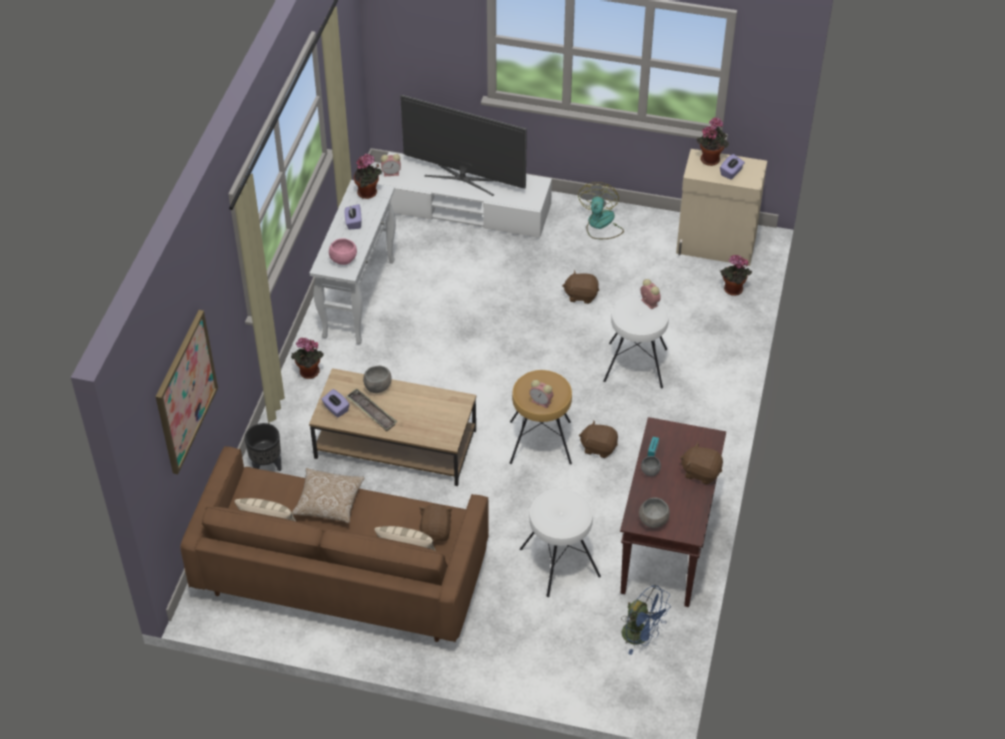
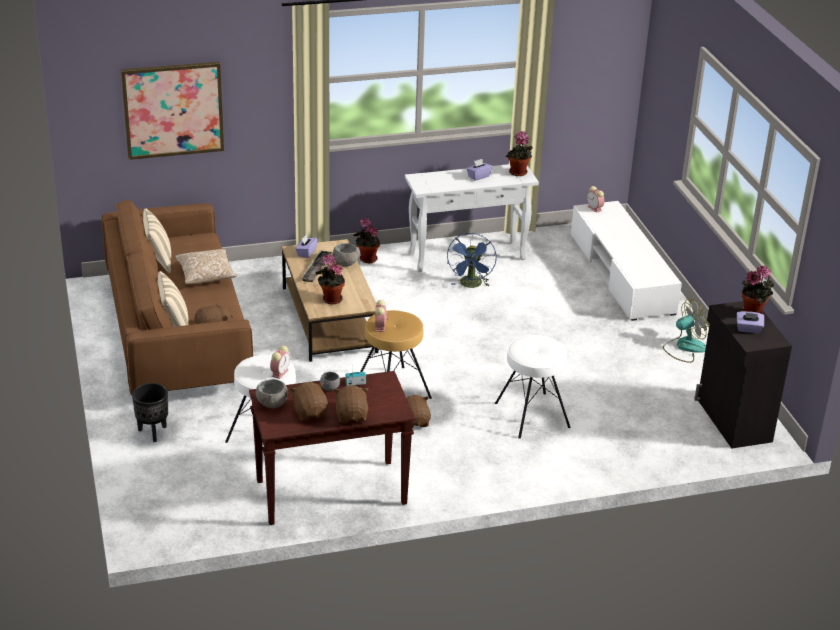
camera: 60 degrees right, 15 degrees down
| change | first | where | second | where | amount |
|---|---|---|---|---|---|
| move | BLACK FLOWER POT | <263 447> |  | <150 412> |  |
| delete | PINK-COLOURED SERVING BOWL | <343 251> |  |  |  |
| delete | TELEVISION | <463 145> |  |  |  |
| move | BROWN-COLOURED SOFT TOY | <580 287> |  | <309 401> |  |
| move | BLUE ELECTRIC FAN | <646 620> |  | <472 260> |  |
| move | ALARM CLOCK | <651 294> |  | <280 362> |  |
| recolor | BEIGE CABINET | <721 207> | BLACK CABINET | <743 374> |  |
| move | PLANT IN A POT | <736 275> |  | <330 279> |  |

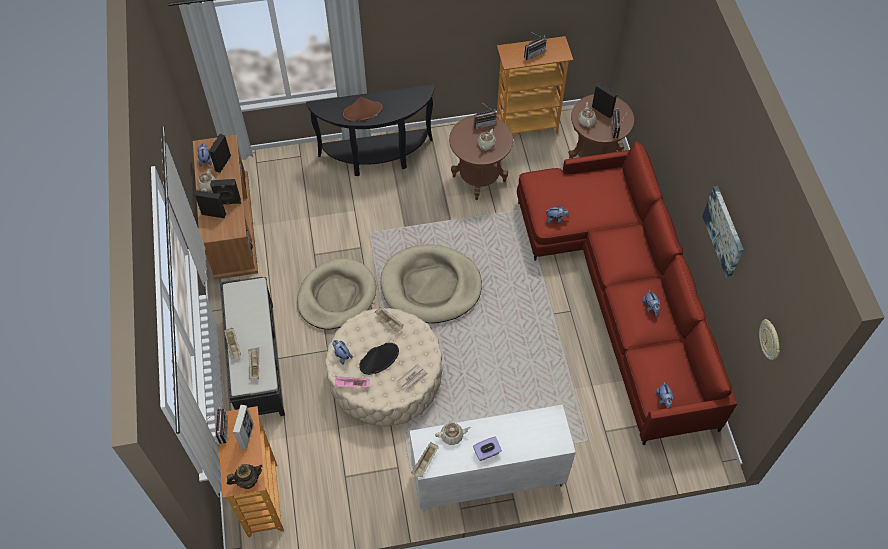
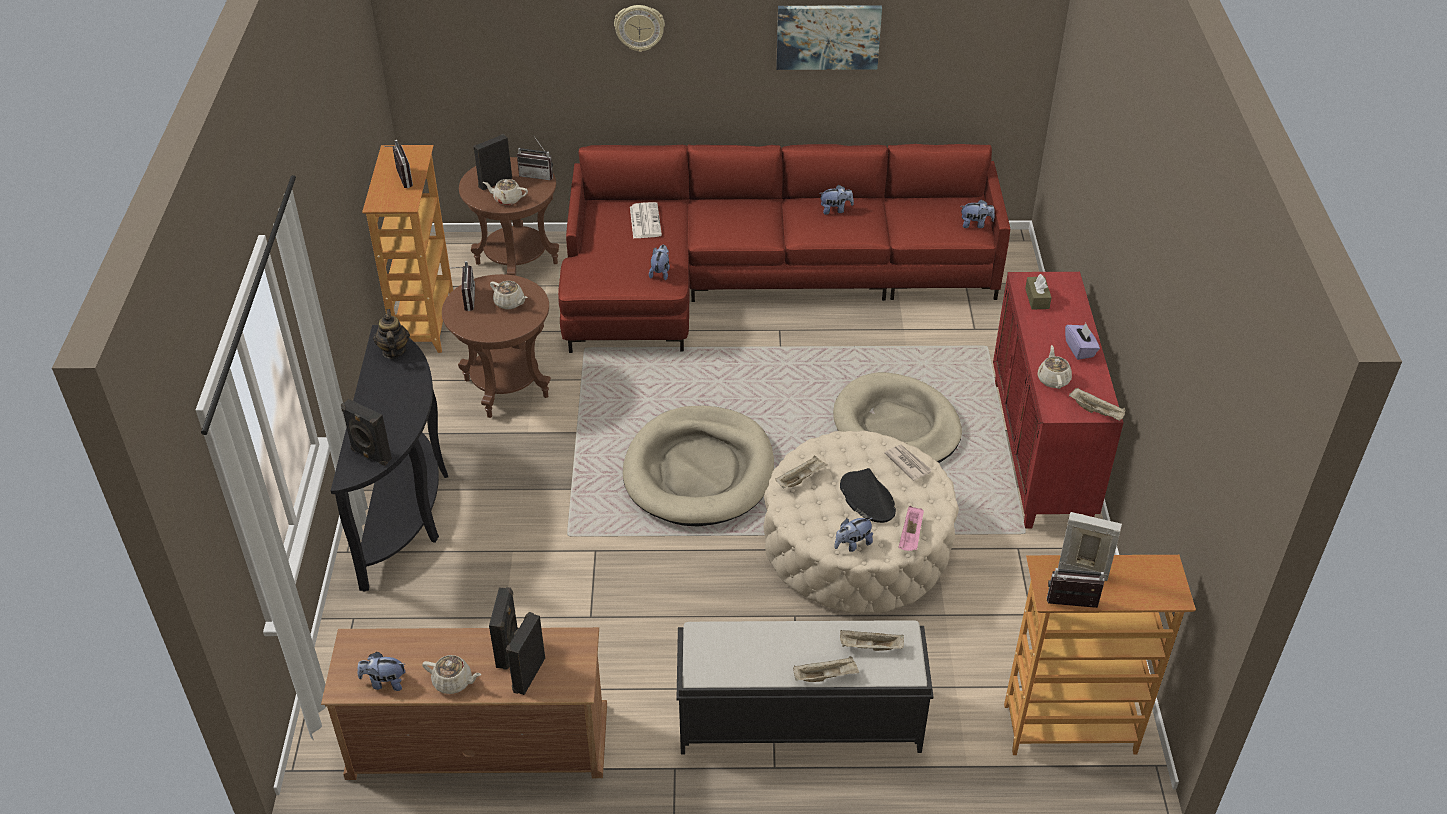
camera: 80 degrees left, 15 degrees down
| change | first | where | second | where | amount |
|---|---|---|---|---|---|
| move | BLACK SPEAKER | <219 153> |  | <366 432> |  |
| move | TEA POT | <245 476> |  | <391 333> |  |
| move | BEIGE PET BED | <336 293> |  | <897 417> |  |
| delete | BROWN-COLOURED WEARABLE HAT | <363 109> |  |  |  |
| recolor | WHITE-COLOURED CABINET | <492 458> | REDDISH CABINET | <1058 400> |  |
| move | HANGING CLOCK | <769 339> |  | <639 28> |  |
| insert |  |  | DAILY PAPER | <646 220> |  |
| insert |  |  | BROWN-COLOURED TISSUE HOLDER | <1038 291> |  |

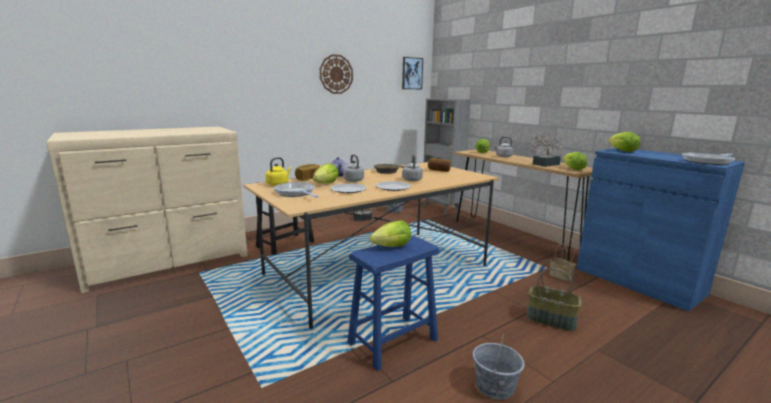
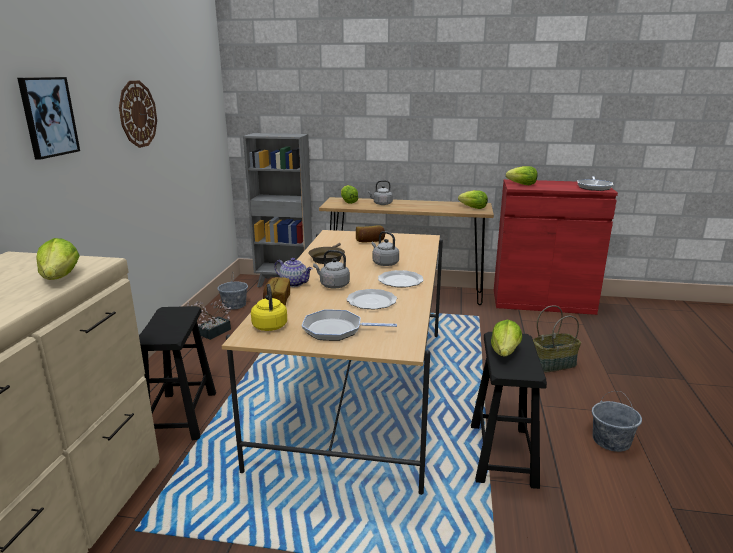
camera: 45 degrees left, 5 degrees up
| change | first | where | second | where | amount |
|---|---|---|---|---|---|
| move | HEAD OF LETTUCE | <326 173> |  | <58 259> |  |
| recolor | BLUE STOOL SEAT | <393 303> | BLACK STOOL SEAT | <509 410> |  |
| move | PICTURE | <412 73> |  | <48 118> |  |
| delete | PLANT IN A POT | <546 150> |  |  |  |
| delete | STORAGE BASKET | <562 260> |  |  |  |
| recolor | BLUE CABINET | <660 230> | REDDISH CABINET | <556 247> |  |

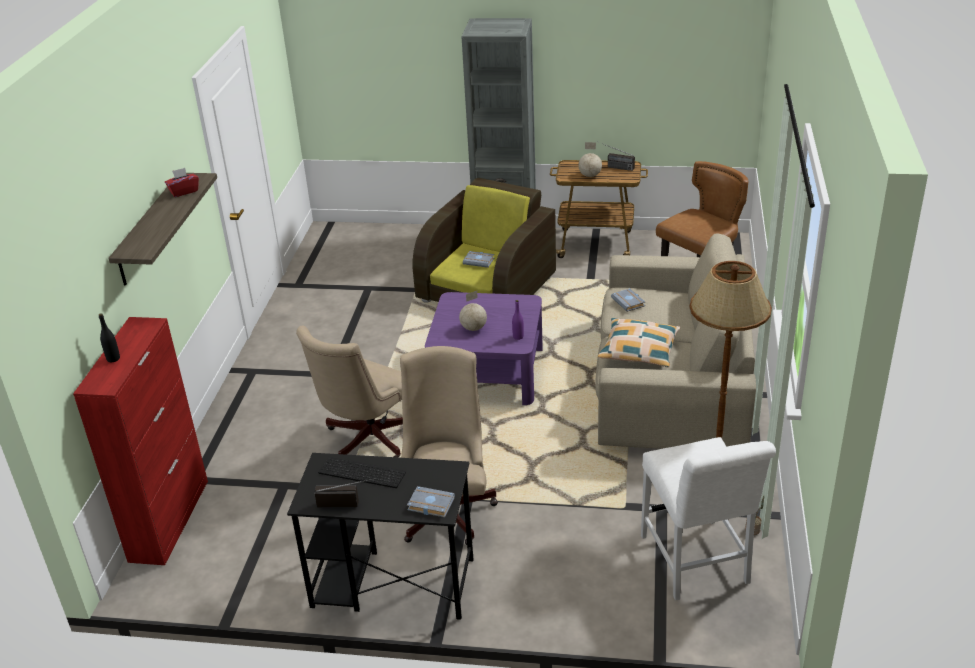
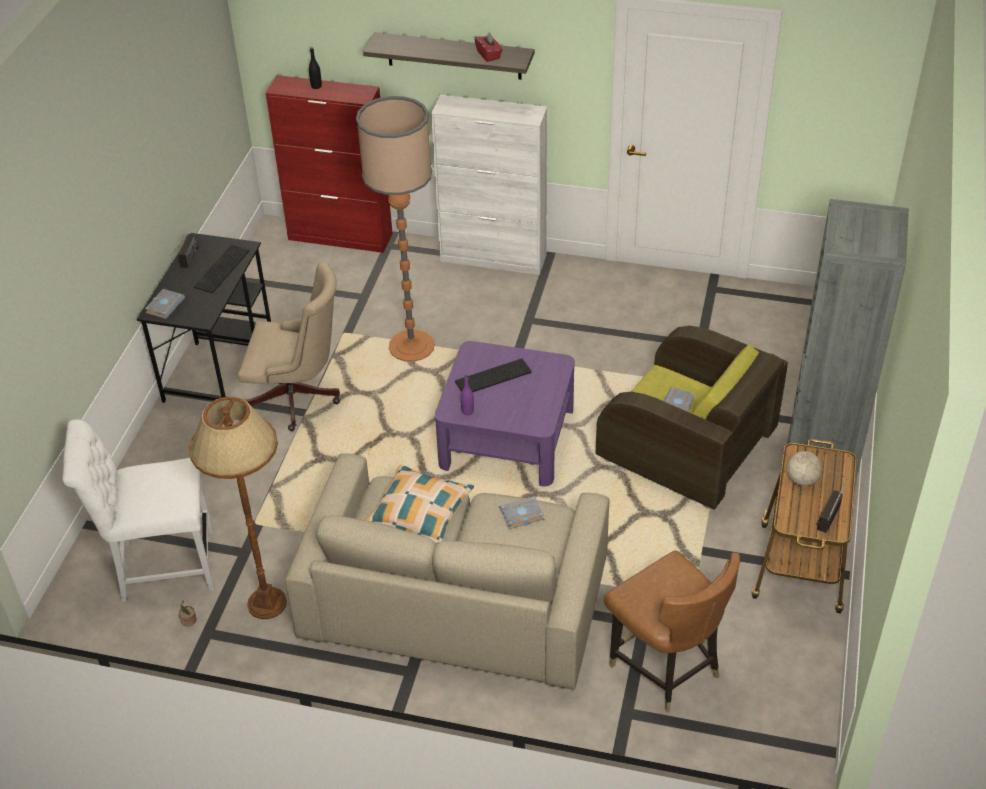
camera: 95 degrees right, 10 degrees up
| change | first | where | second | where | amount |
|---|---|---|---|---|---|
| replace | BEIGE COMPUTER CHAIR | <349 392> | FLOOR LAMP | <395 229> |  |
| replace | WORLD GLOBE | <473 311> | COMPUTER KEYBOARD | <493 375> |  |
| insert |  |  | WHITE-COLOURED CABINET | <489 185> |  |

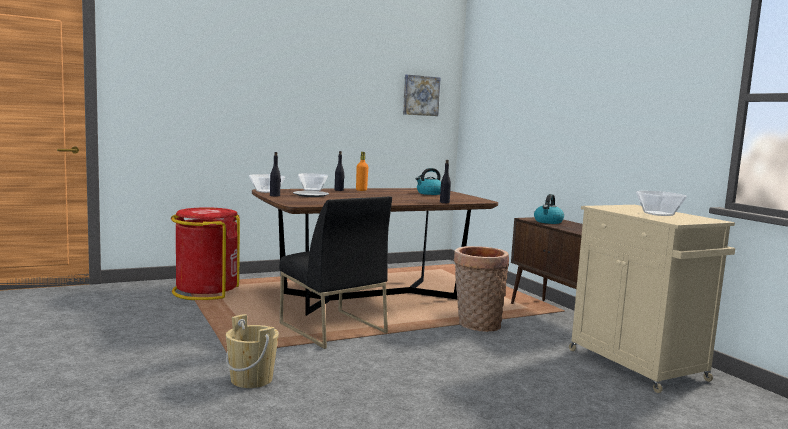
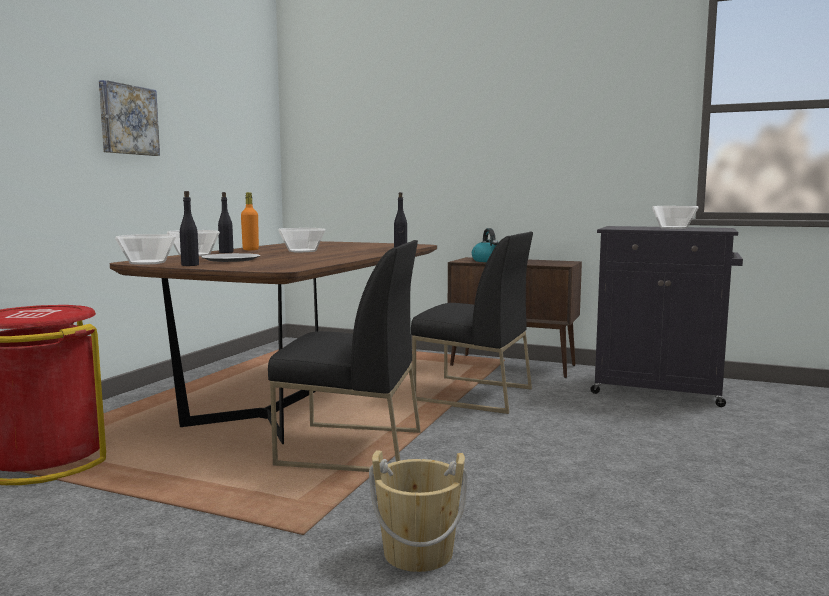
camera: 40 degrees left, 0 degrees up
| change | first | where | second | where | amount |
|---|---|---|---|---|---|
| move | PICTURE | <422 95> |  | <129 118> |  |
| delete | KETTLE | <428 181> |  |  |  |
| replace | STORAGE BASKET | <481 289> | BLACK UPRIGHT CHAIR | <472 323> |  |
| recolor | BEIGE CABINET | <652 299> | BLACK CABINET | <666 316> |  |
| insert |  |  | SERVING BOWL | <301 240> |  |

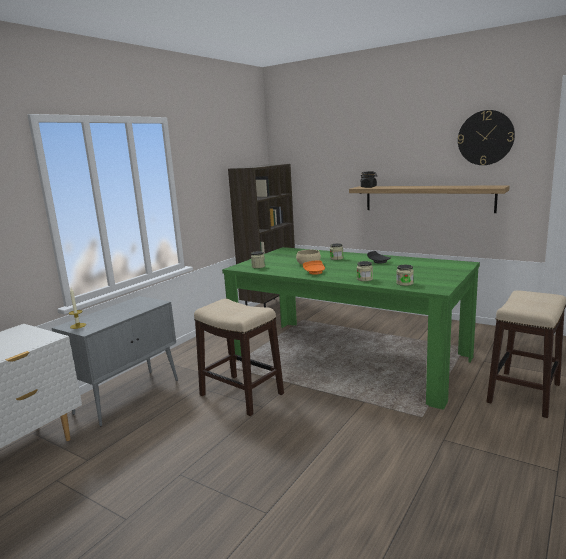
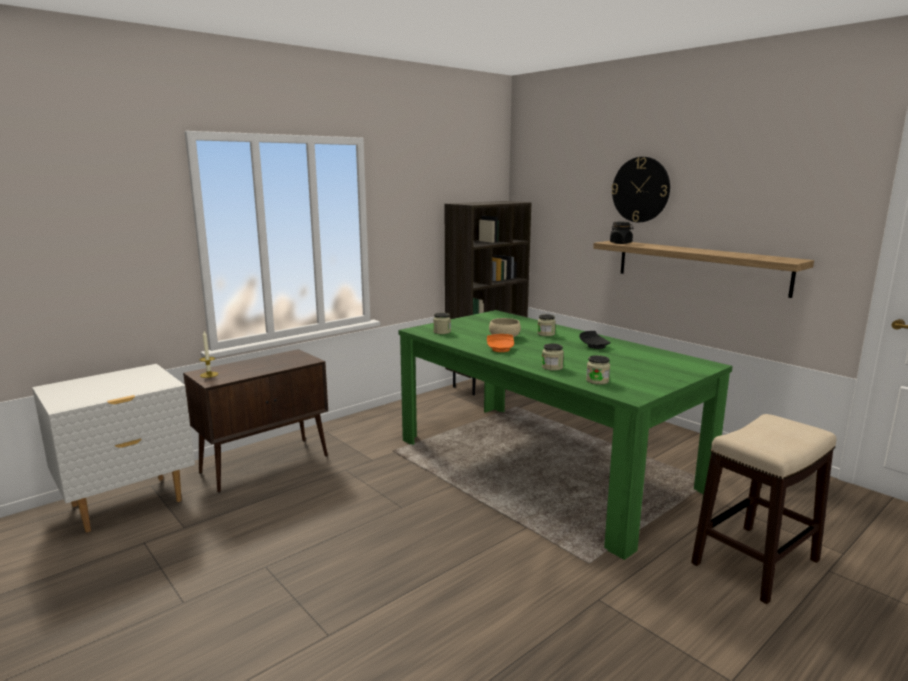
camera: 15 degrees right, 0 degrees up
| change | first | where | second | where | amount |
|---|---|---|---|---|---|
| recolor | GREYISH CABINET | <115 361> | BROWN-COLOURED CABINET | <255 421> |  |
| delete | STOOL SEAT | <239 357> |  |  |  |
| move | HANGING CLOCK | <486 137> |  | <640 189> |  |

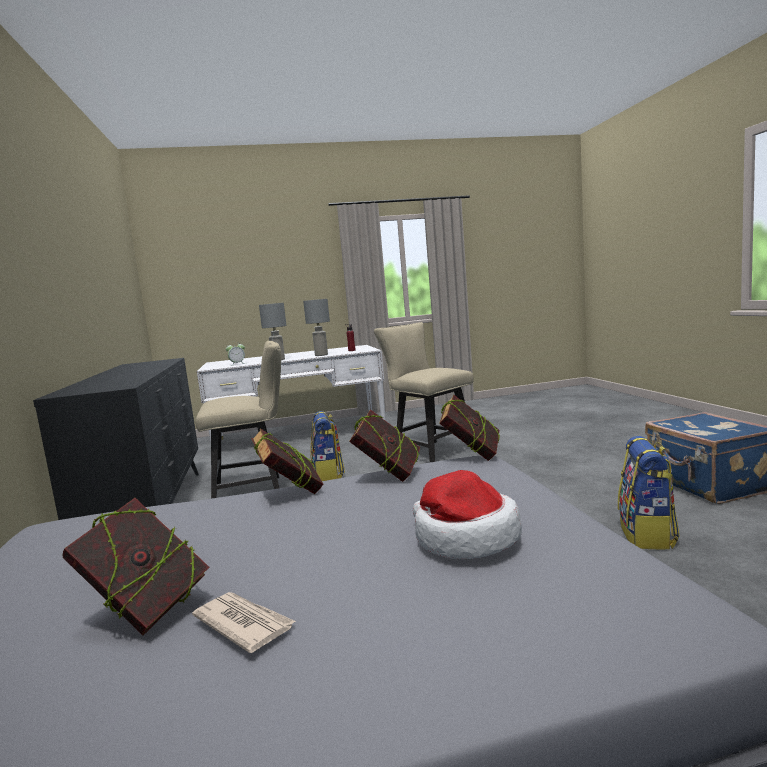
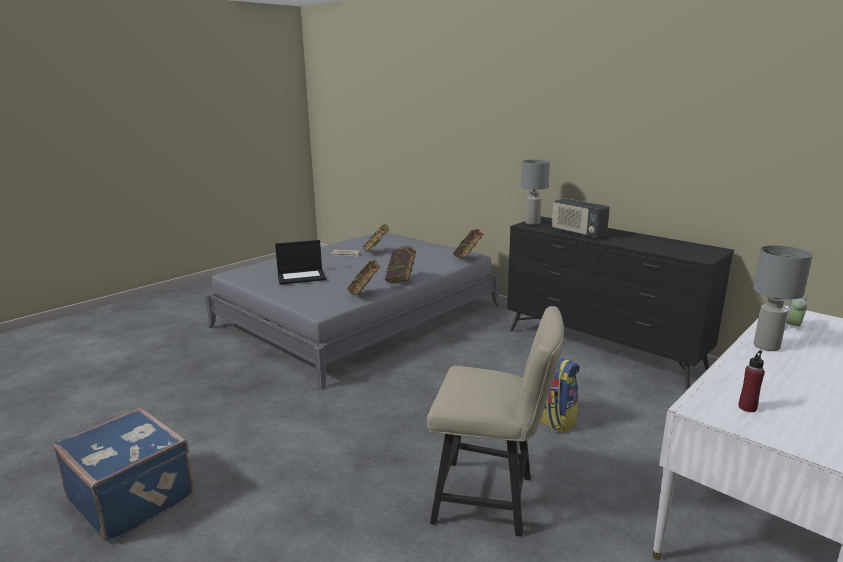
camera: 145 degrees right, 10 degrees up
| change | first | where | second | where | amount |
|---|---|---|---|---|---|
| delete | BEIGE UPRIGHT CHAIR | <238 420> |  |  |  |
| move | GREYISH LAMP FOR A TABLE | <316 327> |  | <535 192> |  |
| replace | WEARABLE HAT | <467 514> | NOTEBOOK COMPUTER | <300 262> |  |
| move | BOOK | <469 427> |  | <468 243> |  |
| delete | BACKPACK | <649 492> |  |  |  |
| insert |  |  | RADIO SET | <581 218> |  |

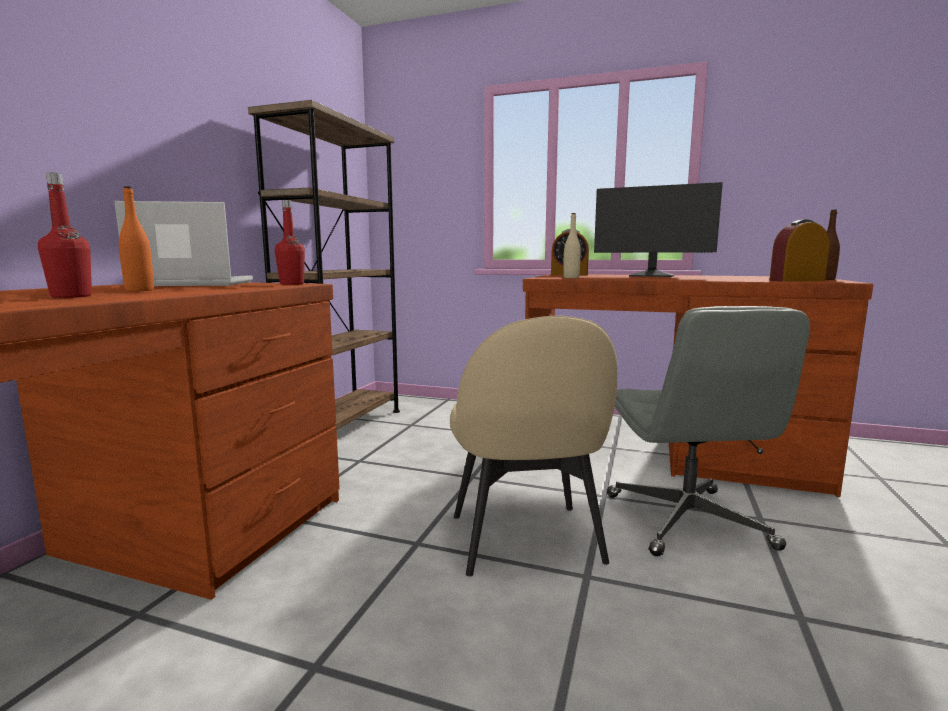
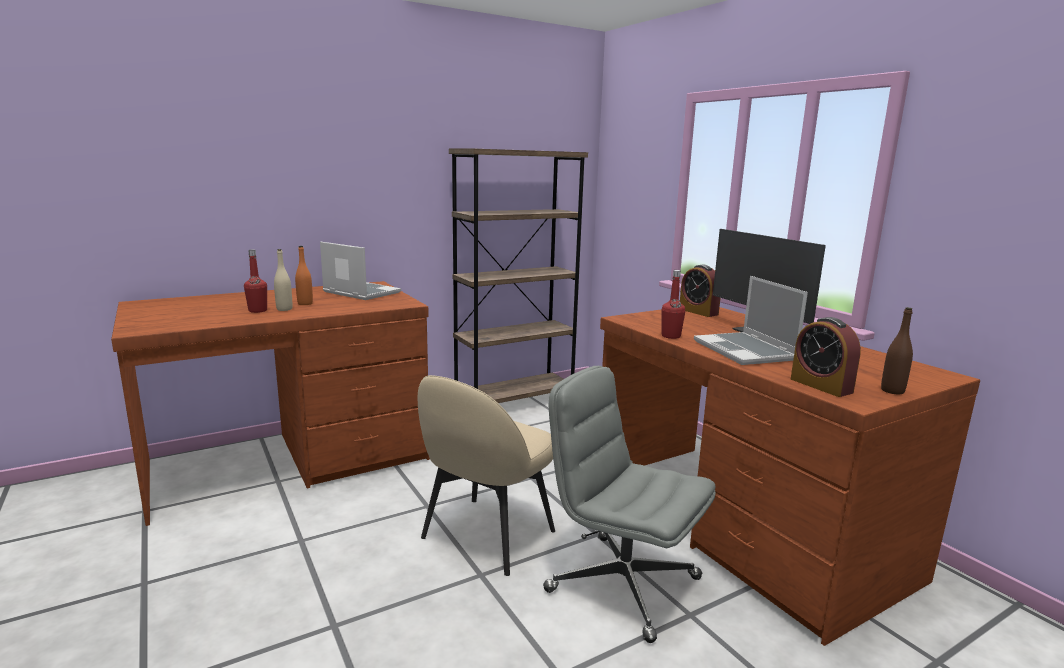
camera: 40 degrees right, 5 degrees up
| change | first | where | second | where | amount |
|---|---|---|---|---|---|
| move | REDDISH BOTTLE | <290 242> |  | <673 304> |  |
| move | BEIGE BOTTLE | <572 245> |  | <283 280> |  |
| rotate | GREYISH COMPUTER CHAIR | <708 431> |  | <629 504> | 90 degrees clockwise |
| rotate | ALARM CLOCK | <799 250> |  | <826 357> | 150 degrees counterclockwise |
| insert |  |  | NOTEBOOK COMPUTER | <751 320> |  |

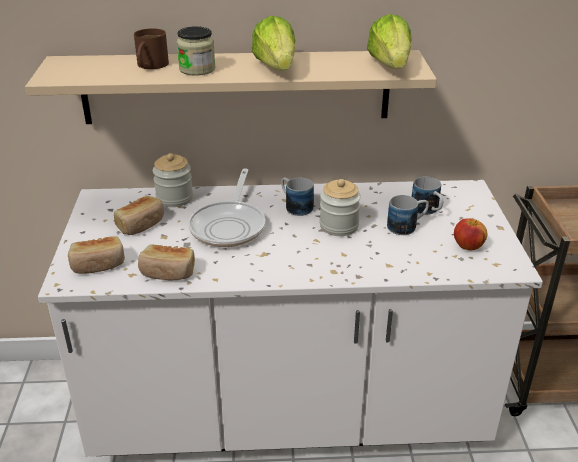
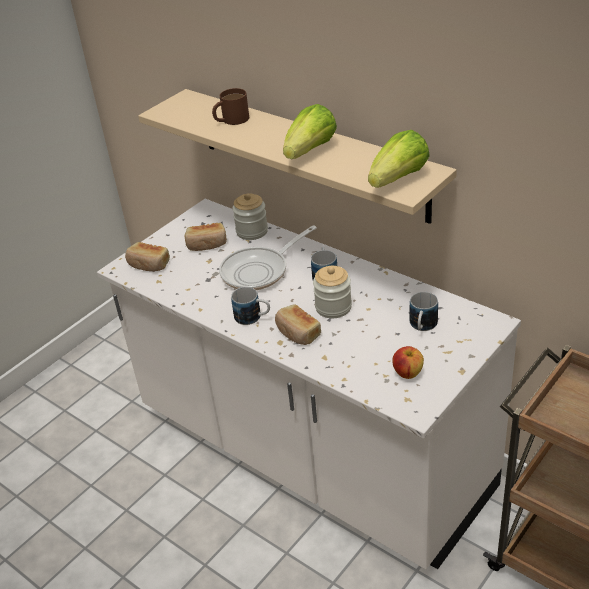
camera: 45 degrees right, 5 degrees up
| change | first | where | second | where | amount |
|---|---|---|---|---|---|
| move | BAKERY BREAD | <166 262> |  | <298 324> |  |
| delete | JAR | <196 50> |  |  |  |
| move | COFFEE MUG | <408 215> |  | <250 306> |  |

